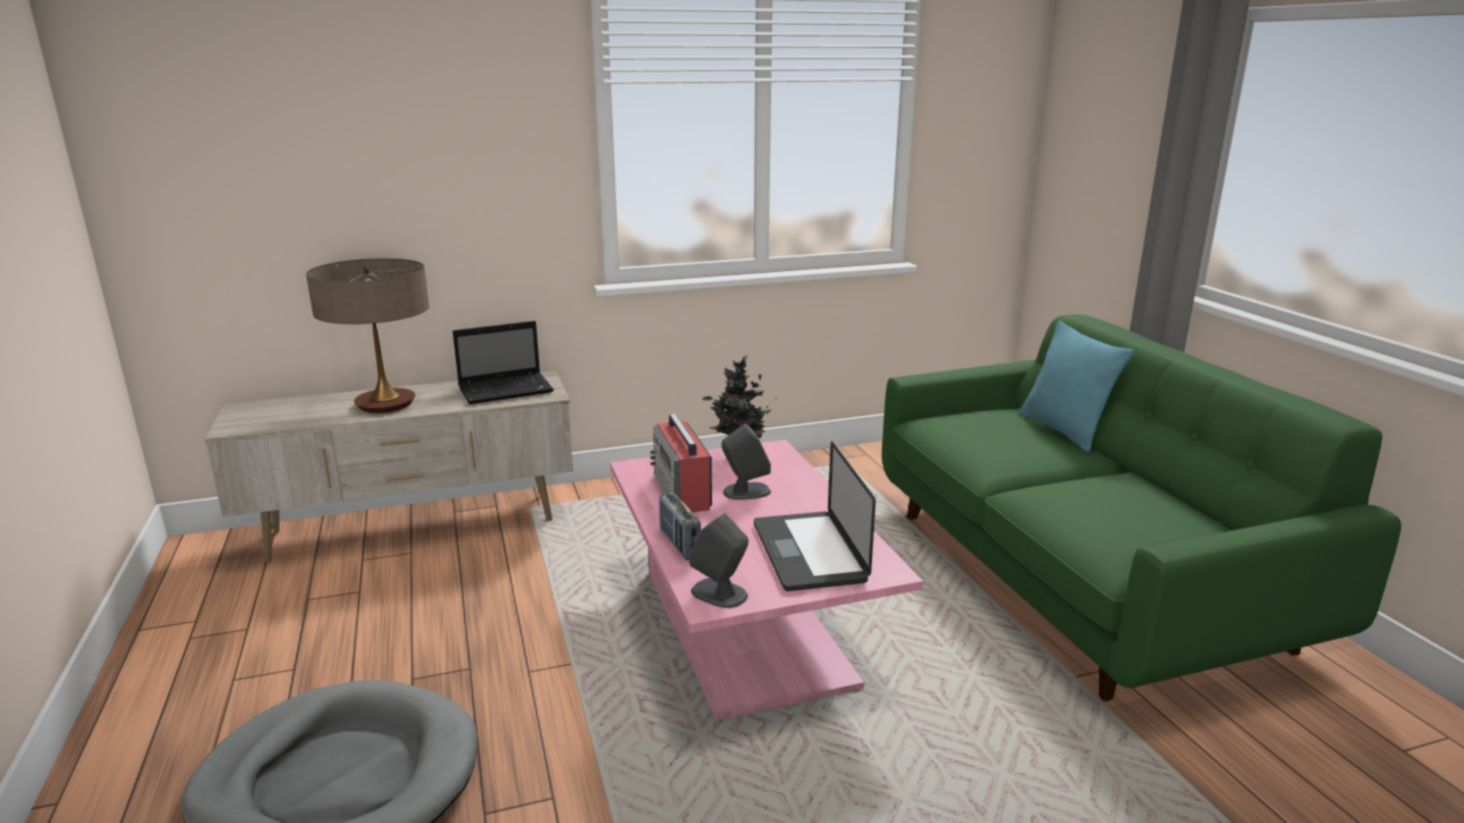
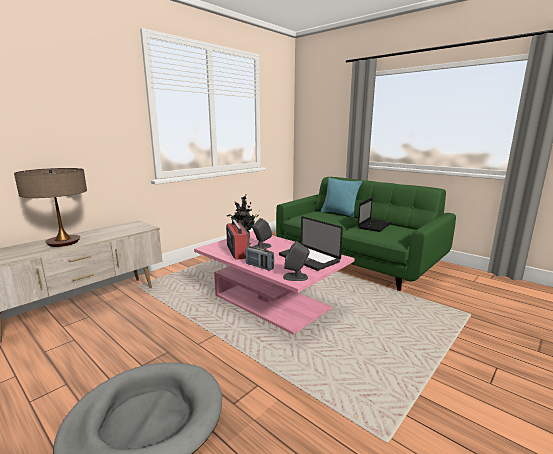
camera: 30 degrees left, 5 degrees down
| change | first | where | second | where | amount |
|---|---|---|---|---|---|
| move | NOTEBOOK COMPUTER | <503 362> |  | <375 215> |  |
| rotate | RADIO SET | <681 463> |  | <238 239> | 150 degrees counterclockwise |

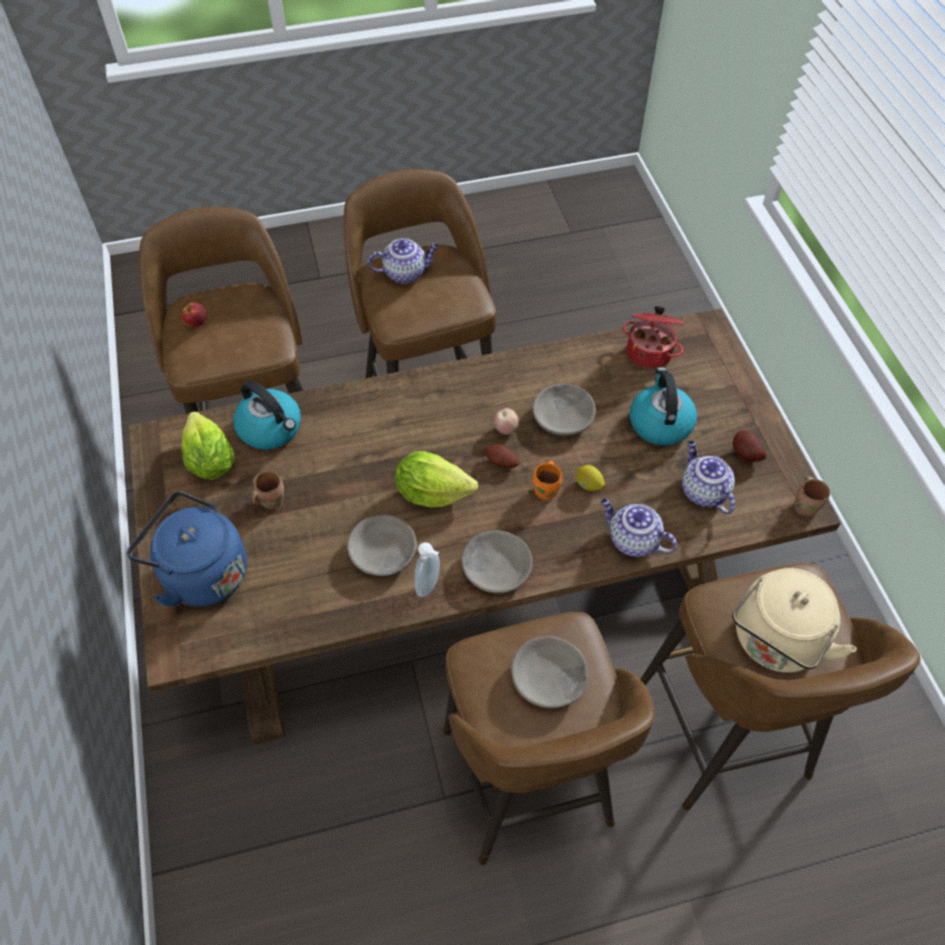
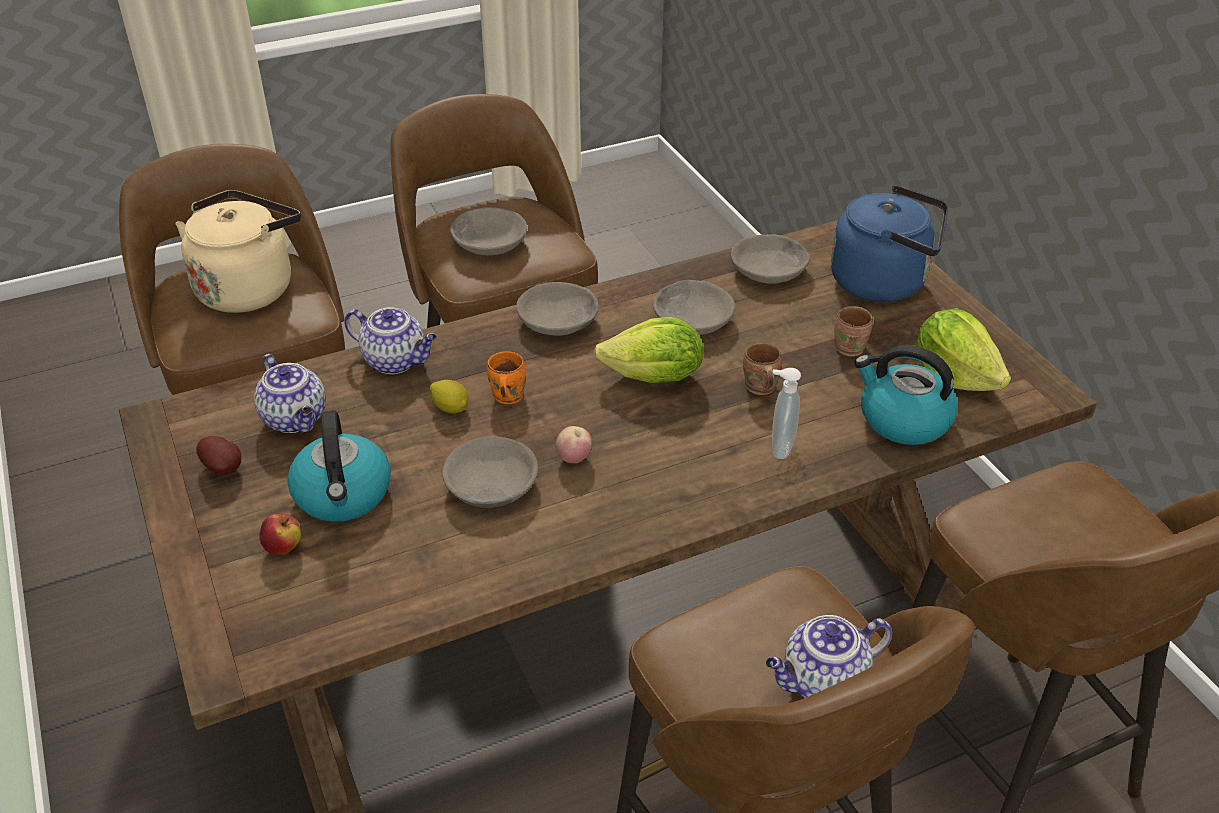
camera: 170 degrees right, 15 degrees down
| change | first | where | second | where | amount |
|---|---|---|---|---|---|
| move | APPLE | <194 315> |  | <280 534> |  |
| move | SOAP DISPENSER | <427 569> |  | <786 413> |  |
| delete | WHOLE POTATO | <502 456> |  |  |  |
| delete | STOCKPOT | <653 337> |  |  |  |
| move | BROWN-COLOURED COFFEE MUG | <812 496> |  | <762 369> |  |
| insert |  |  | GREYISH SERVING BOWL | <770 259> |  |

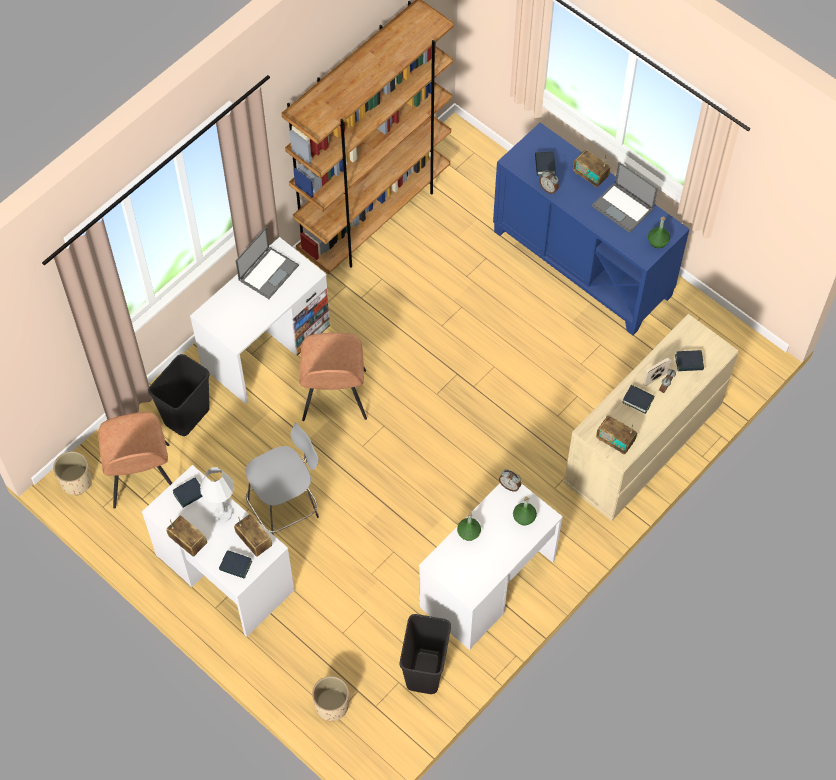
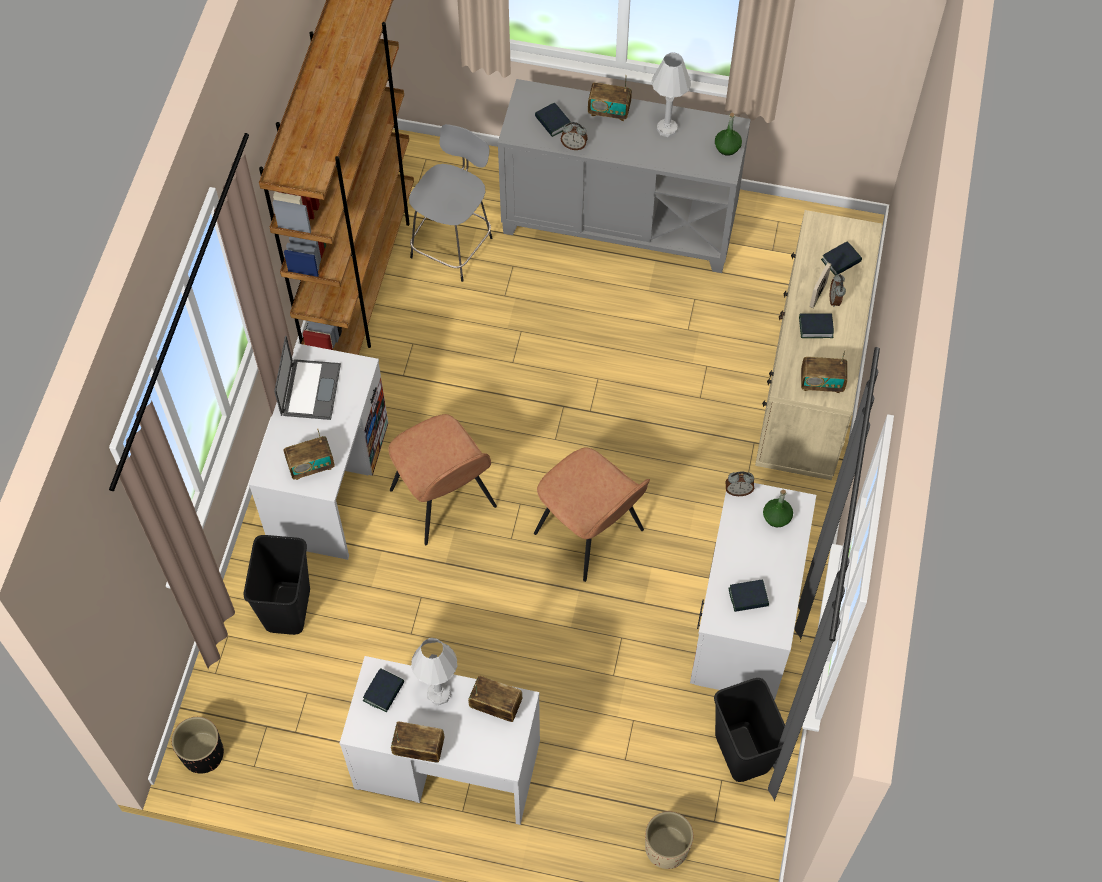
camera: 30 degrees left, 0 degrees up
| change | first | where | second | where | amount |
|---|---|---|---|---|---|
| recolor | BEIGE FLOWER POT | <72 473> | BLACK FLOWER POT | <198 745> |  |
| move | BROWN-COLOURED UPRIGHT CHAIR | <135 460> |  | <592 514> |  |
| move | BOOK | <235 564> |  | <748 596> |  |
| move | GREYISH STOOL SEAT | <282 478> |  | <450 203> |  |
| delete | GREENISH BOTTLE | <469 526> |  |  |  |
| recolor | BLUE CABINET | <591 229> | GREYISH CABINET | <624 176> |  |
| replace | NOTEBOOK COMPUTER | <625 197> | WHITE-COLOURED LAMP FOR A TABLE | <671 94> |  |
| insert |  |  | RADIO SET | <309 454> |  |

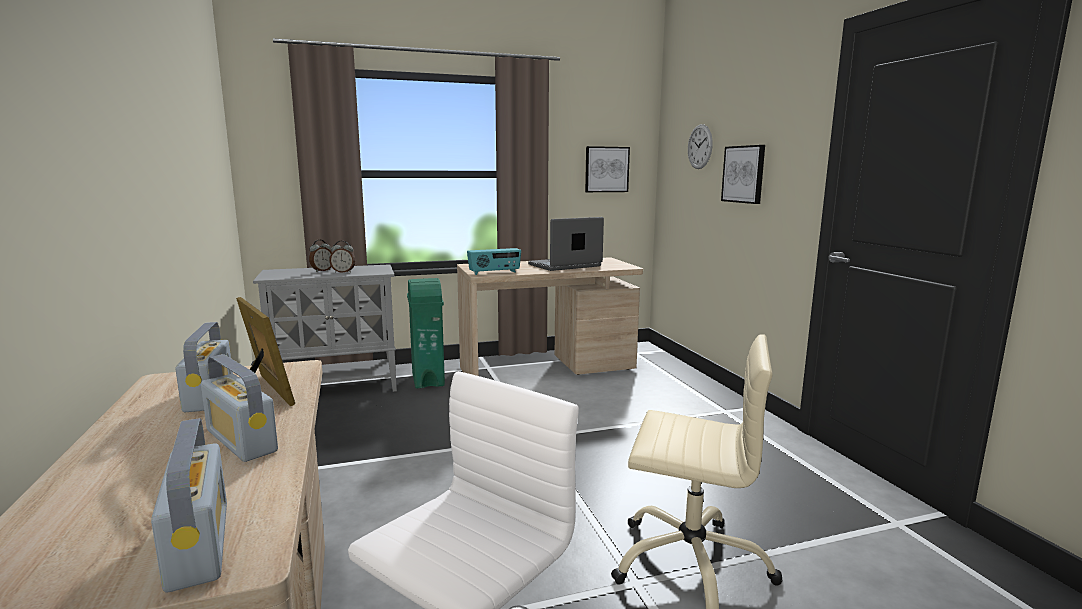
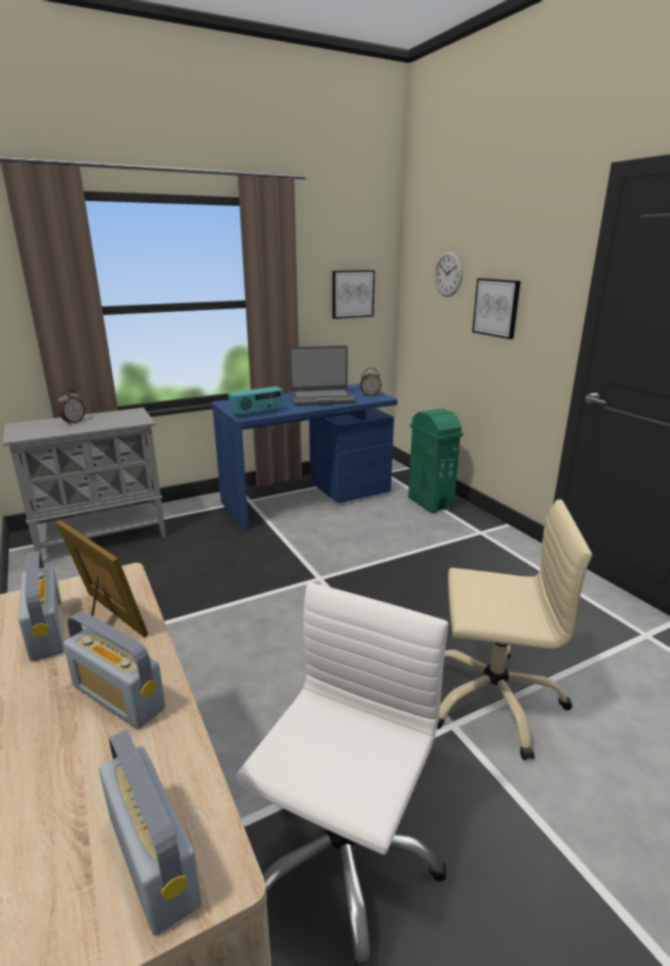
camera: 10 degrees left, 10 degrees up
| change | first | where | second | where | amount |
|---|---|---|---|---|---|
| move | ALARM CLOCK | <342 257> |  | <370 381> |  |
| move | GREENISH TRASH CAN | <426 333> |  | <435 461> |  |
| recolor | BEIGE DESK | <550 317> | BLUE DESK | <305 457> |  |
| rotate | NOTEBOOK COMPUTER | <566 244> |  | <322 376> | 150 degrees counterclockwise |

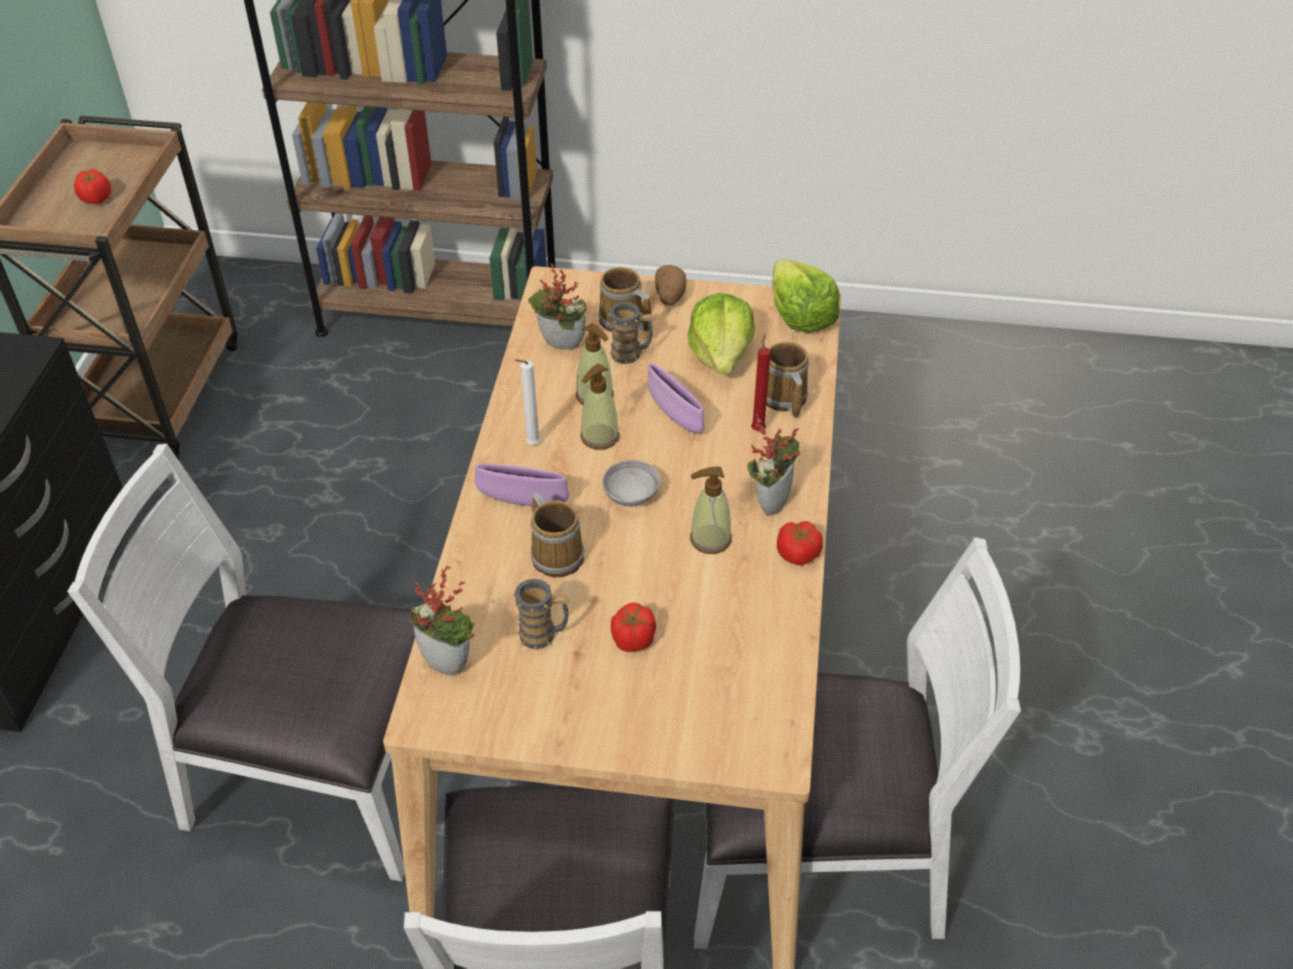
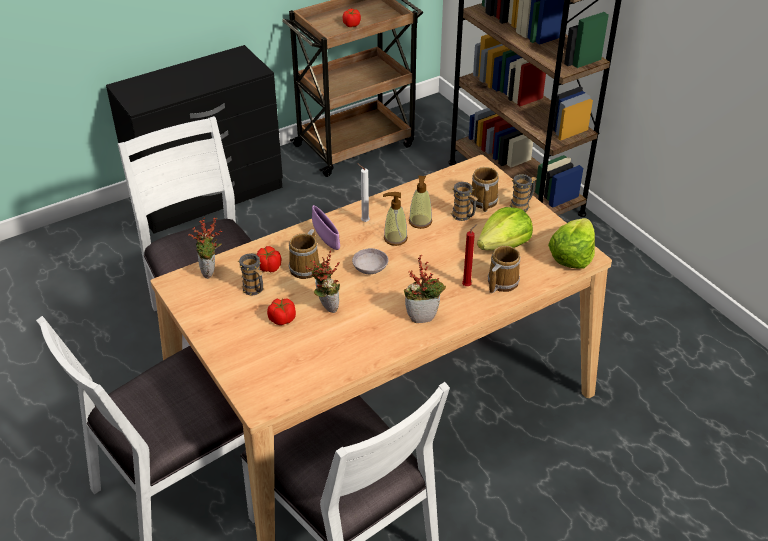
camera: 50 degrees right, 5 degrees down
| change | first | where | second | where | amount |
|---|---|---|---|---|---|
| move | PLANT IN A POT | <557 306> |  | <322 281> |  |
| delete | PURPLISH SERVING BOWL | <675 398> |  |  |  |
| replace | WHOLE POTATO | <670 285> | COFFEE MUG | <523 193> |  |
| delete | SOAP DISPENSER | <711 510> |  |  |  |
| move | FRESH TOMATO | <800 543> |  | <268 259> |  |

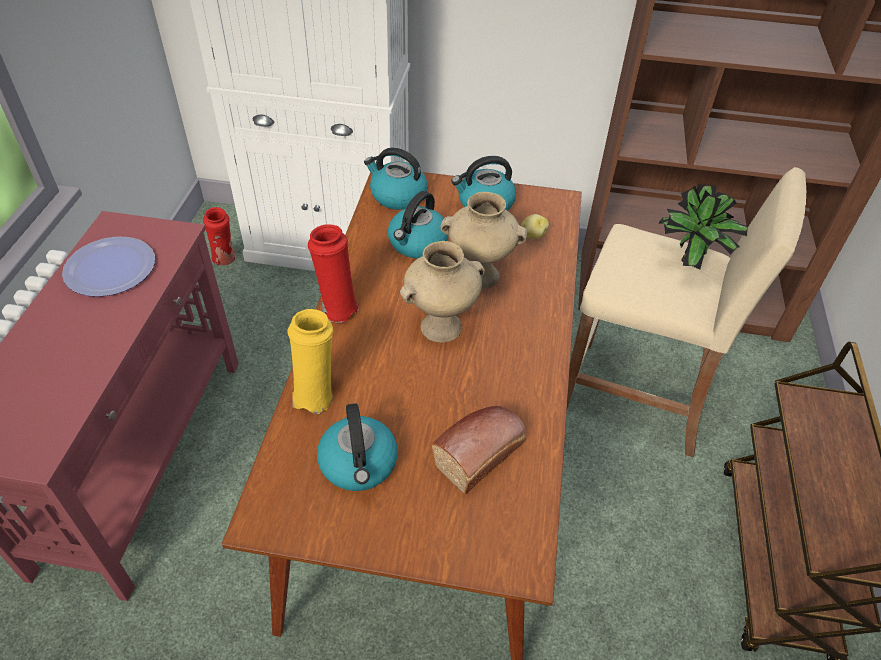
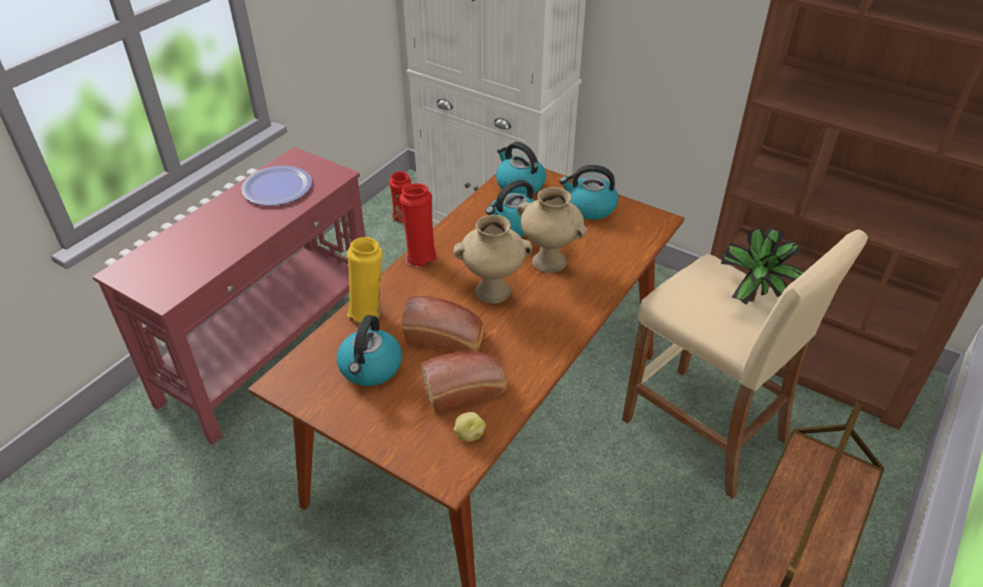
camera: 25 degrees right, 5 degrees down
| change | first | where | second | where | amount |
|---|---|---|---|---|---|
| move | WHOLE POTATO | <535 226> |  | <469 427> |  |
| insert |  |  | BAKERY BREAD | <443 324> |  |

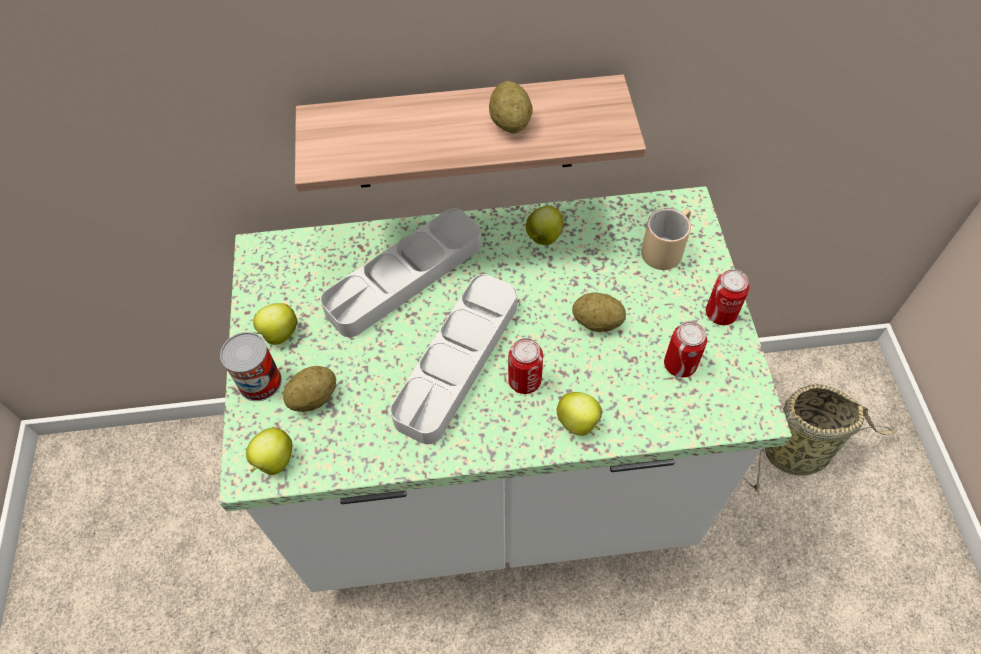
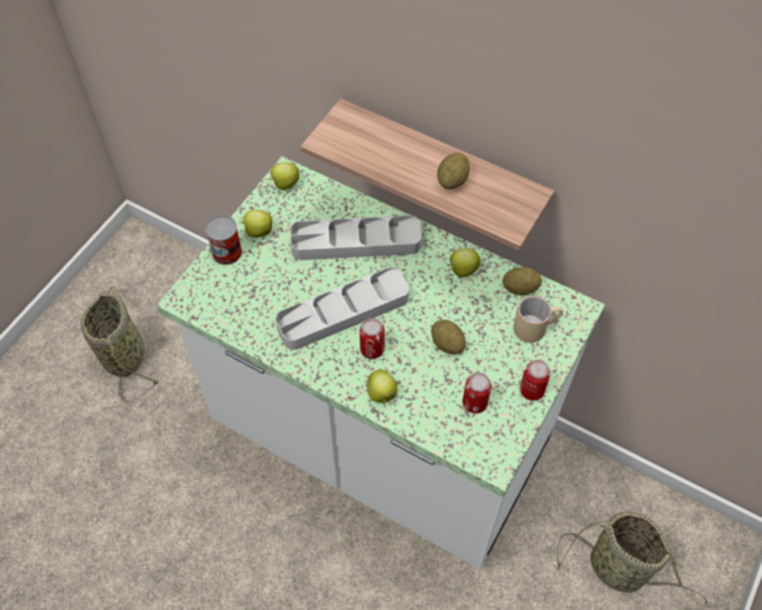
camera: 35 degrees right, 0 degrees up
| change | first | where | second | where | amount |
|---|---|---|---|---|---|
| move | APPLE | <269 451> |  | <284 176> |  |
| move | WHOLE POTATO | <309 389> |  | <522 281> |  |
| insert |  |  | STORAGE BASKET | <121 343> |  |

